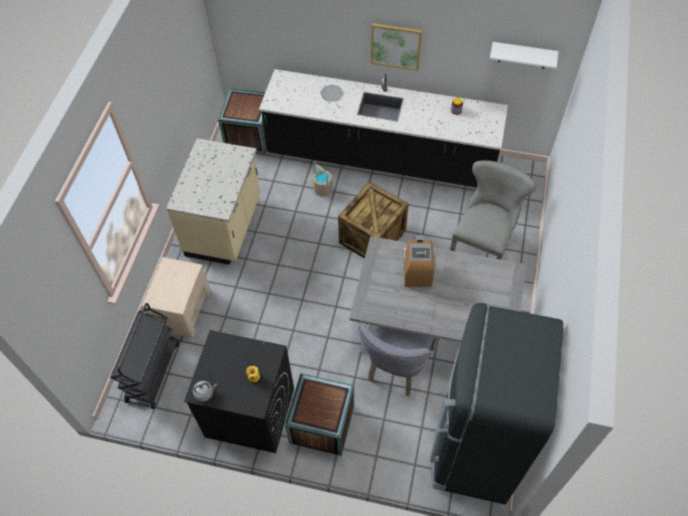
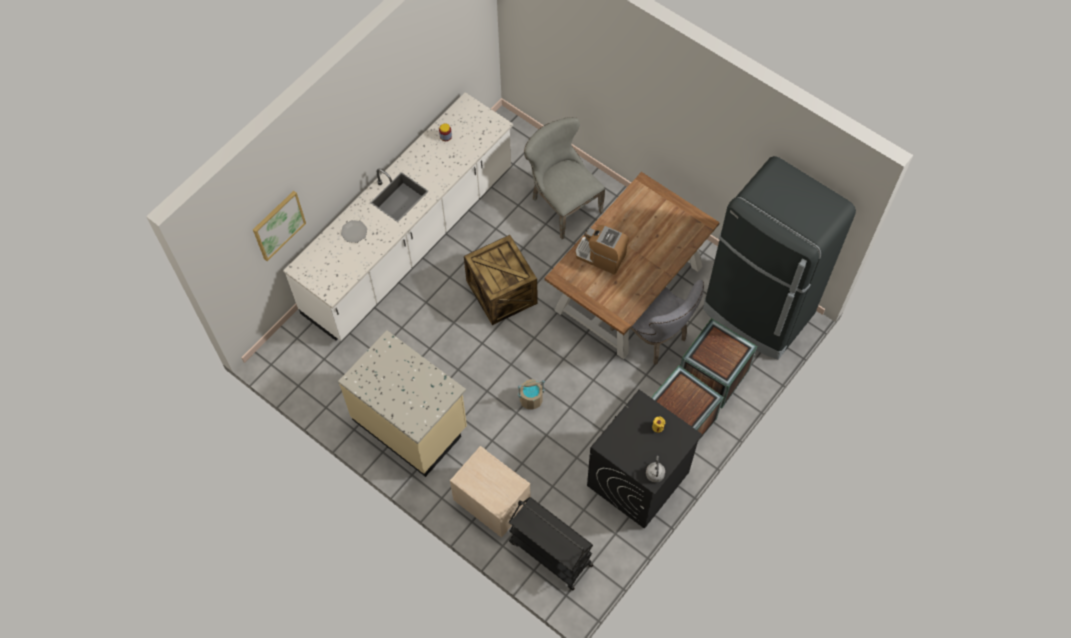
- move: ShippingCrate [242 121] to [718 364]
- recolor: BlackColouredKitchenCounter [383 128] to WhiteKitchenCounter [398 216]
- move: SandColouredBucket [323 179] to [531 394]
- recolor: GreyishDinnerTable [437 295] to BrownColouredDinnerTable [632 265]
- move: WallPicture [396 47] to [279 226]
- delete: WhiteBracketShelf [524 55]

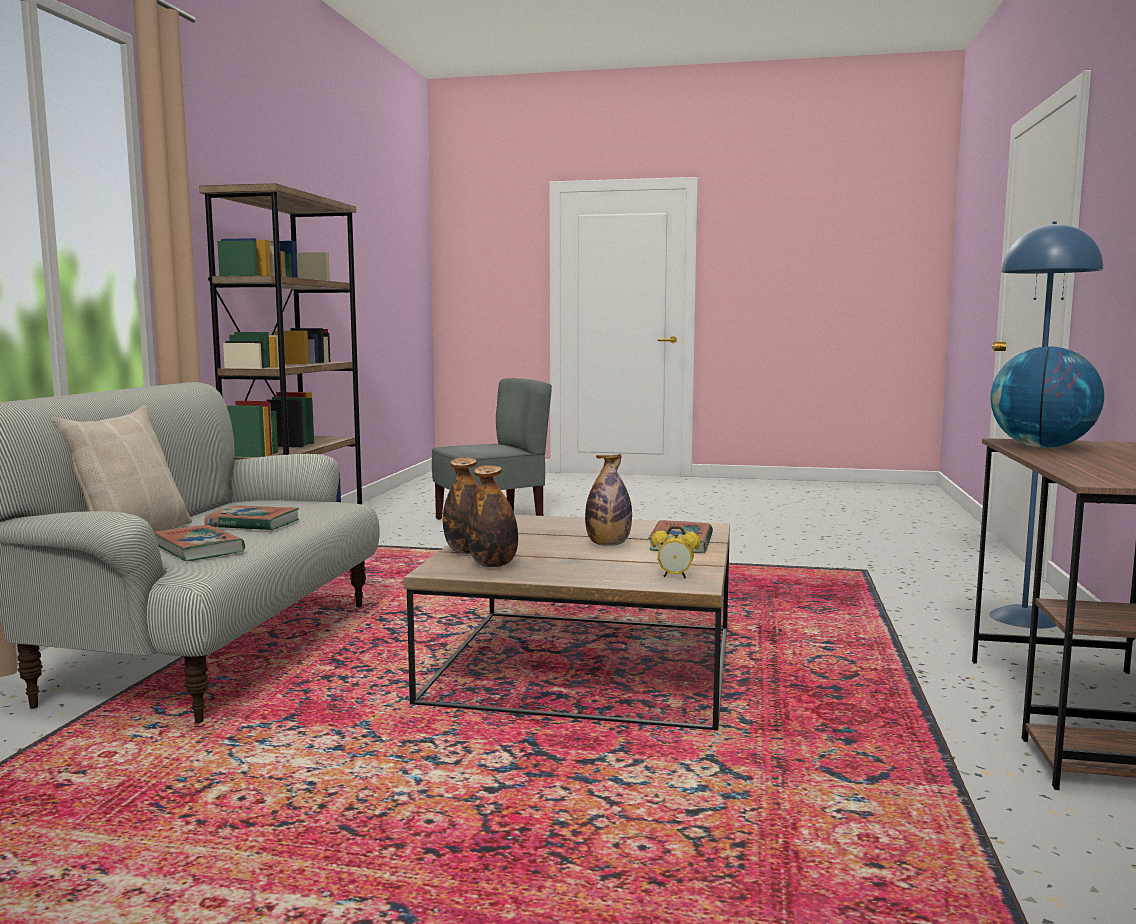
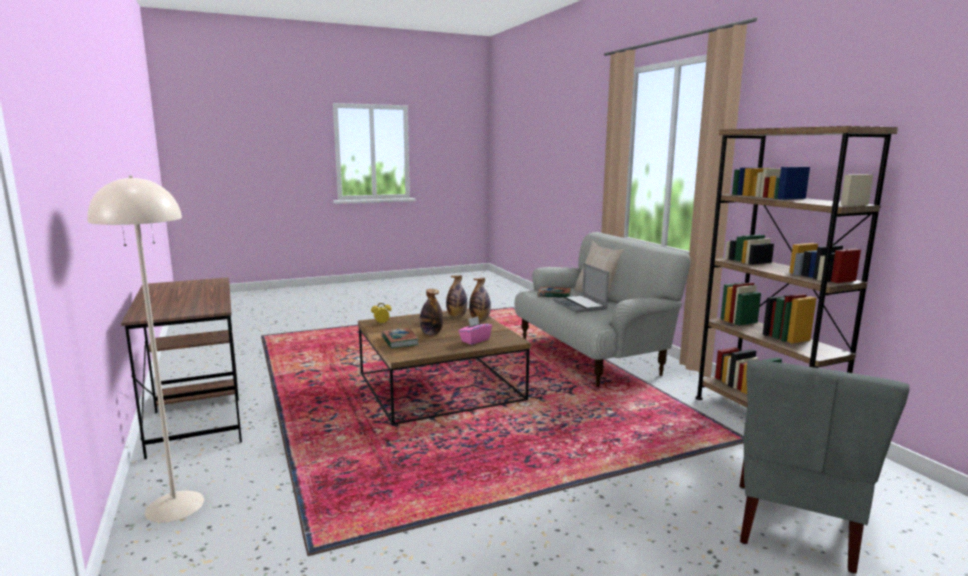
- replace: Book [252 518] to NotebookComputer [581 288]
- recolor: BlueColouredStandingLamp [1046 425] to SandColouredStandingLamp [145 349]
- delete: Globe [1047 397]
- insert: PinkColouredTissueBox [475 330]

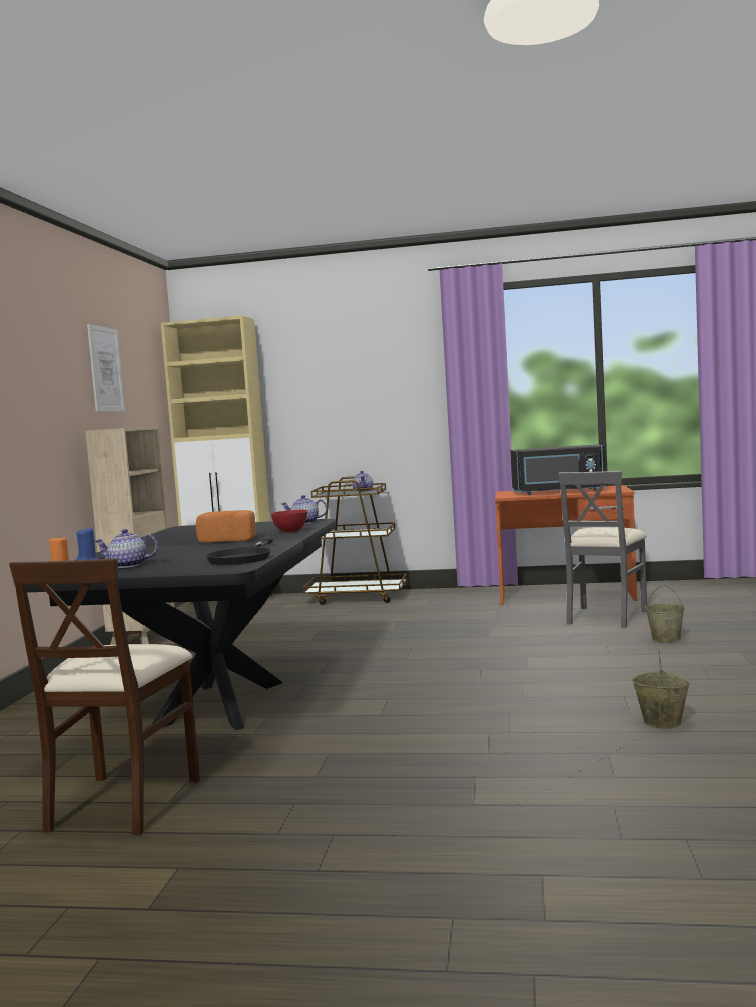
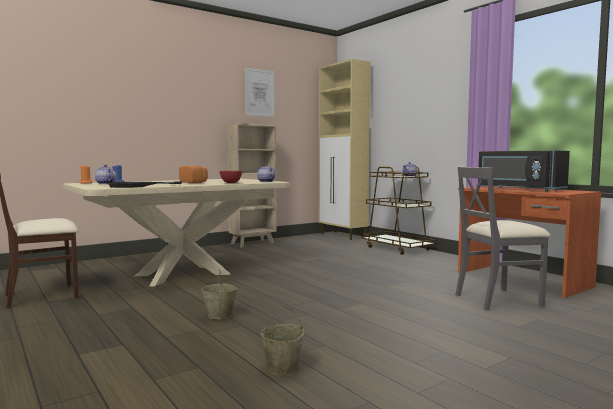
- recolor: BlackColouredDinnerTable [180 625] to SandColouredDinnerTable [176 233]
- move: SandColouredBucket [665 613] to [219 294]

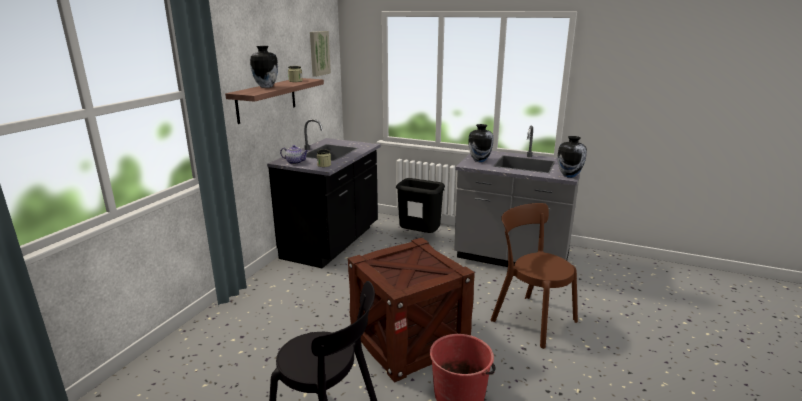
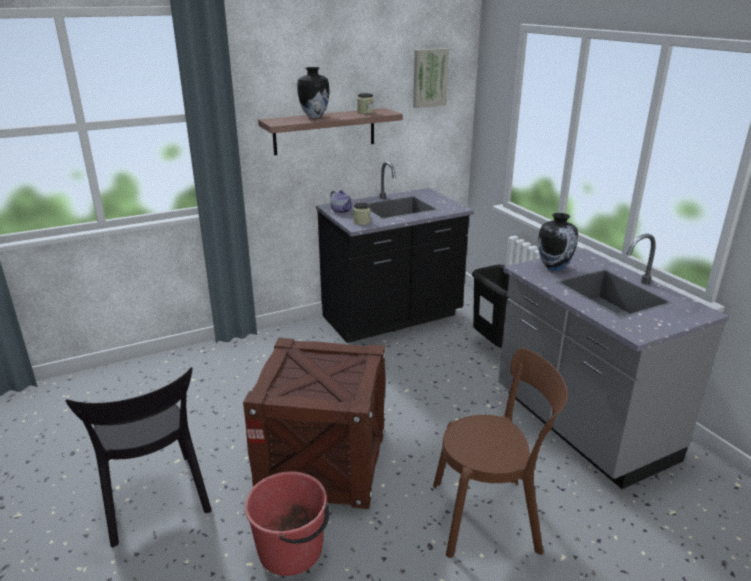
- rotate: BrownColouredPlainChair [534 276] = [500 453] 90 degrees clockwise
- delete: DecorativeVase [572 157]

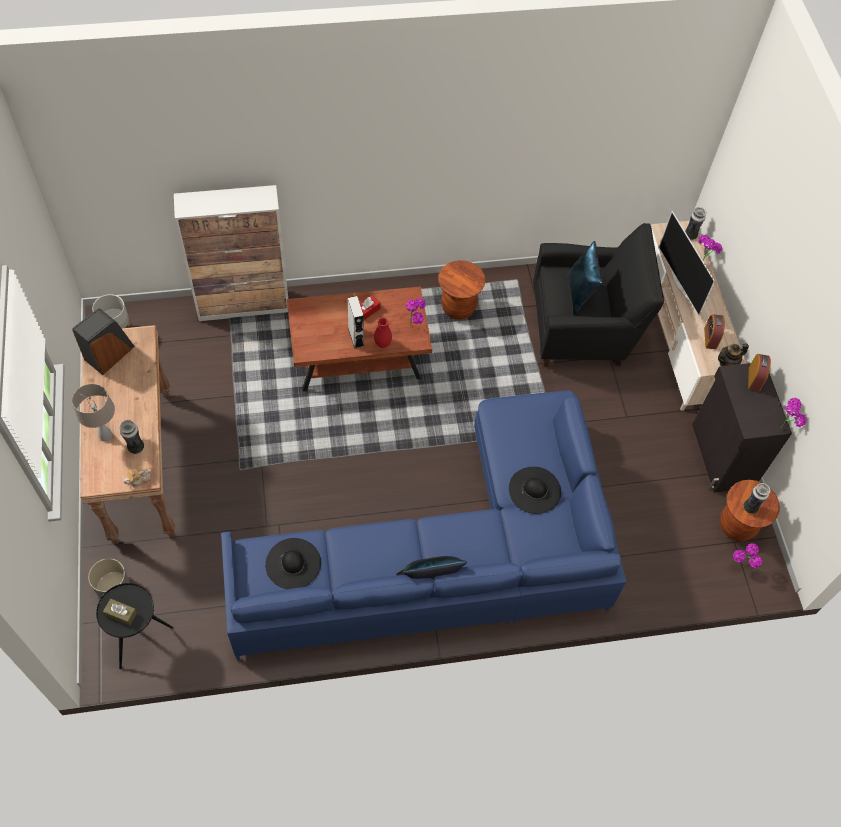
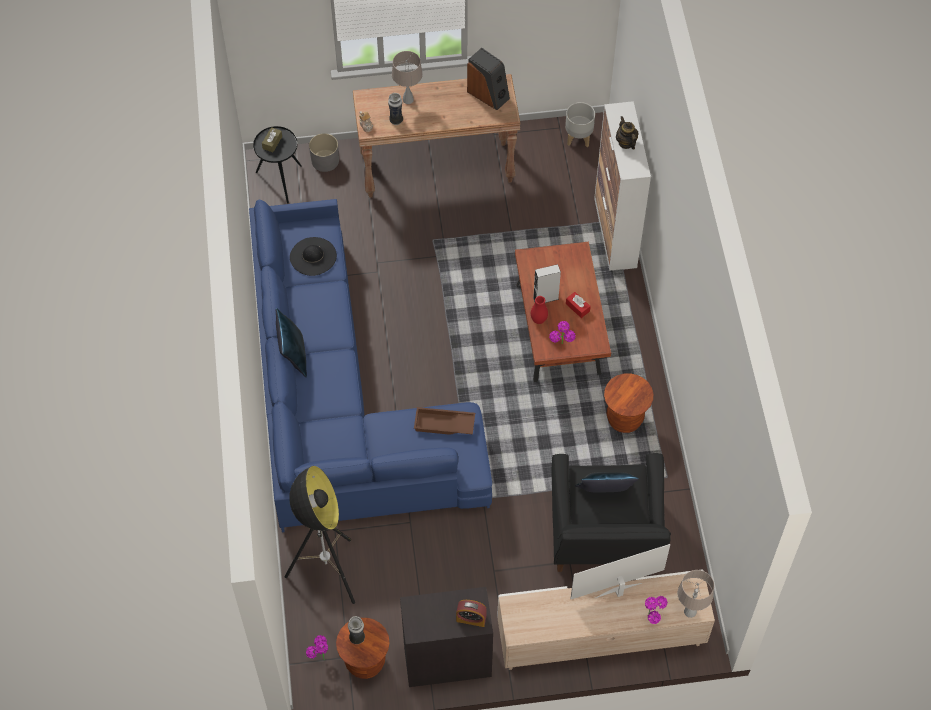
- delete: BlackColouredHat [535 490]
- replace: DecorativeVase [695 223] to SandColouredTableLamp [695 594]
- delete: TableClock [714 331]
- move: TeaPot [733 354] to [627 133]
- delete: Houseplant [793 413]
- insert: StandingLamp [319 535]
- insert: BrownColouredTray [444 421]

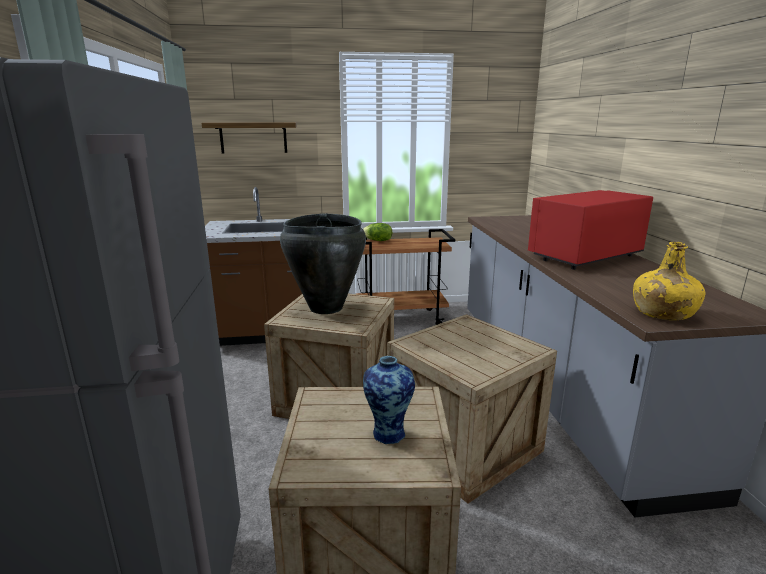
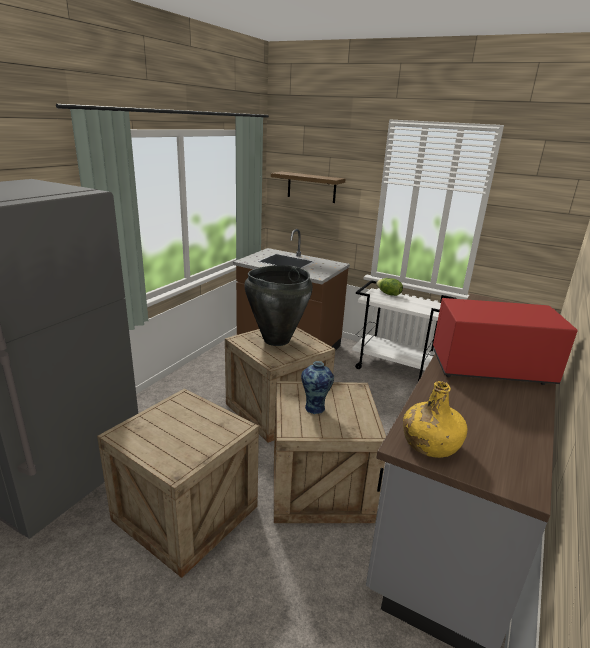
- recolor: BrownColouredTrolley [405 277] to WhiteTrolley [404 330]
- move: DecorativeVase [389 400] to [317 387]

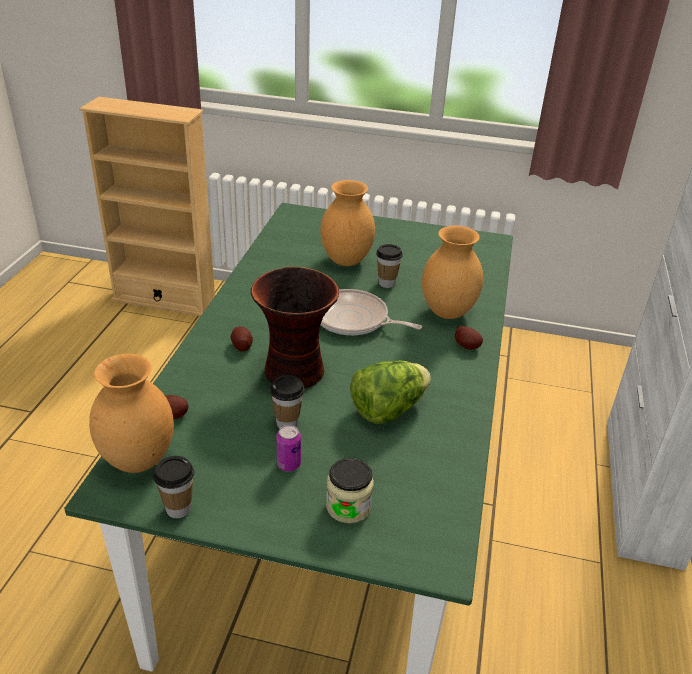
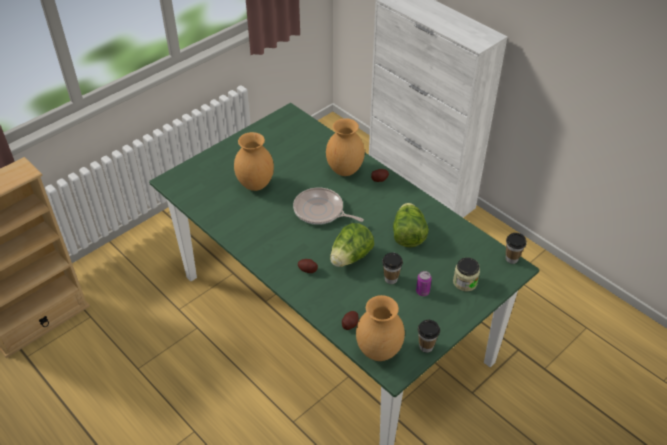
- replace: DecorativeVase [295 327] to HeadOfLettuce [352 245]
- rotate: Pan [371 312] = [328 206] 60 degrees clockwise
- move: Cup [389 266] to [516 248]

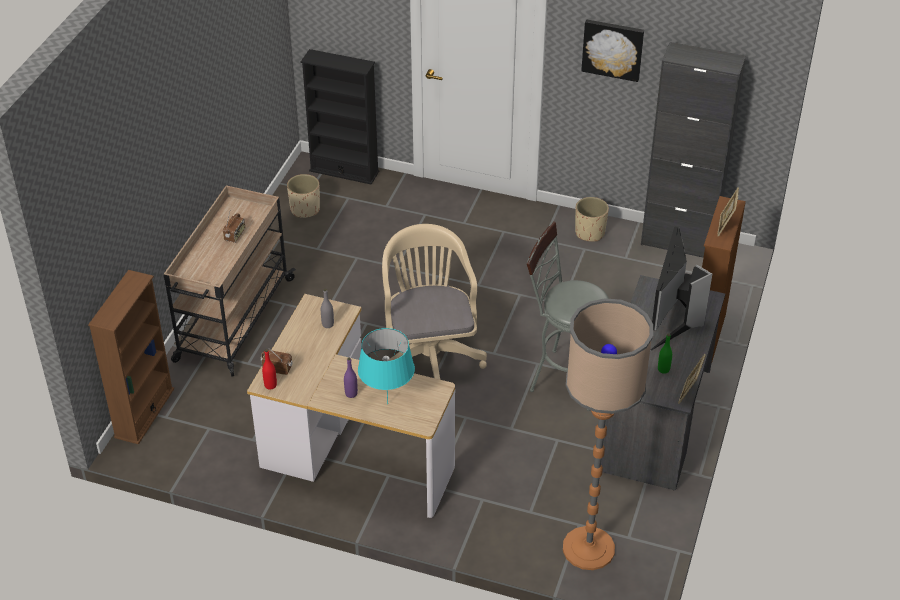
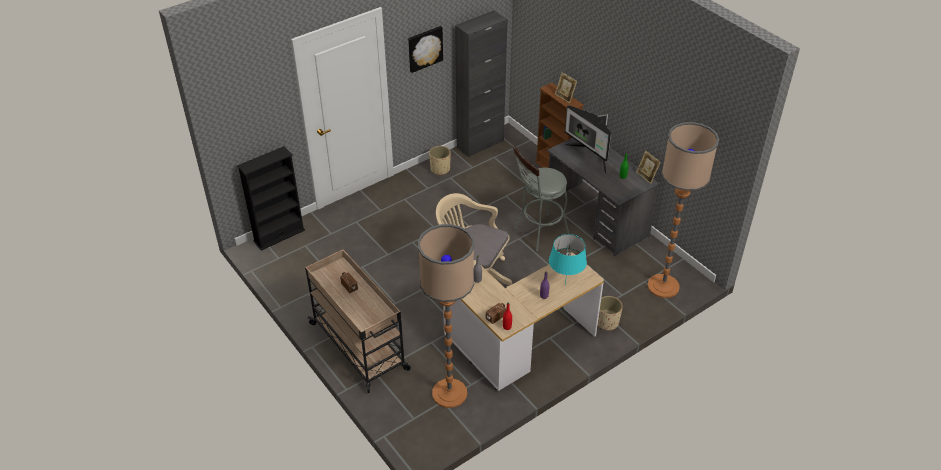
- delete: BrownColouredBookcase [131 357]
- move: SandColouredPlantPot [303 196] to [610 313]
- insert: StandingLamp [446 316]

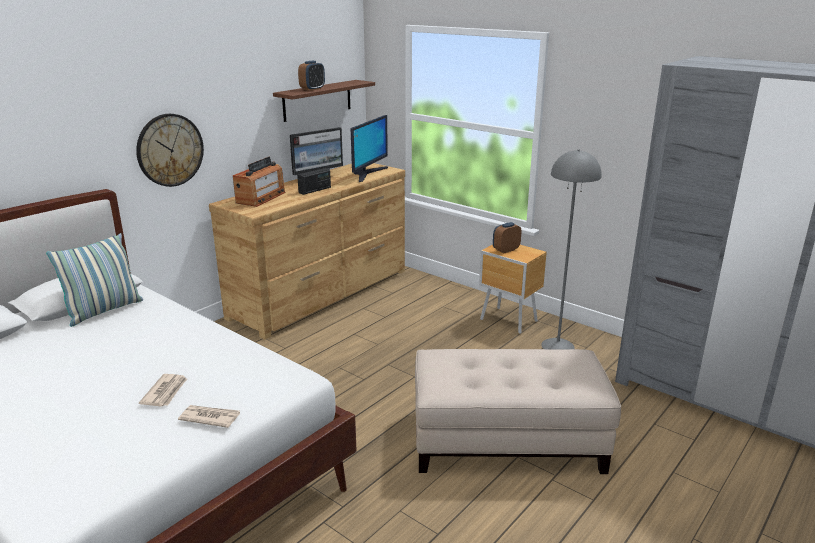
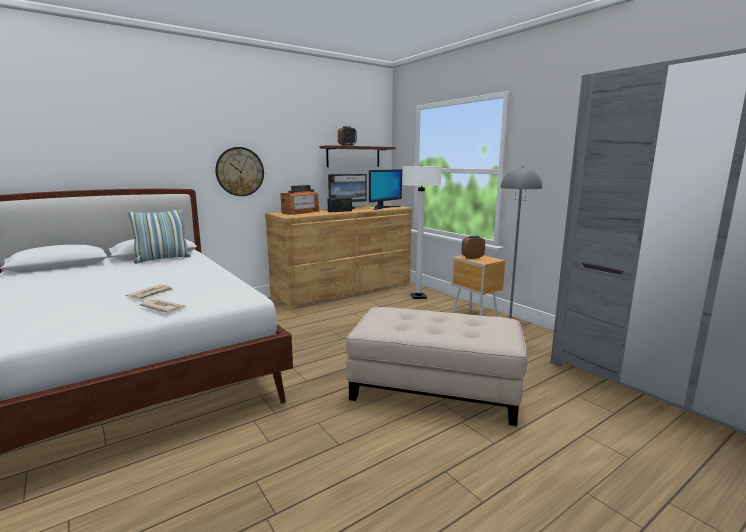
- insert: WhiteStandingLamp [422 232]

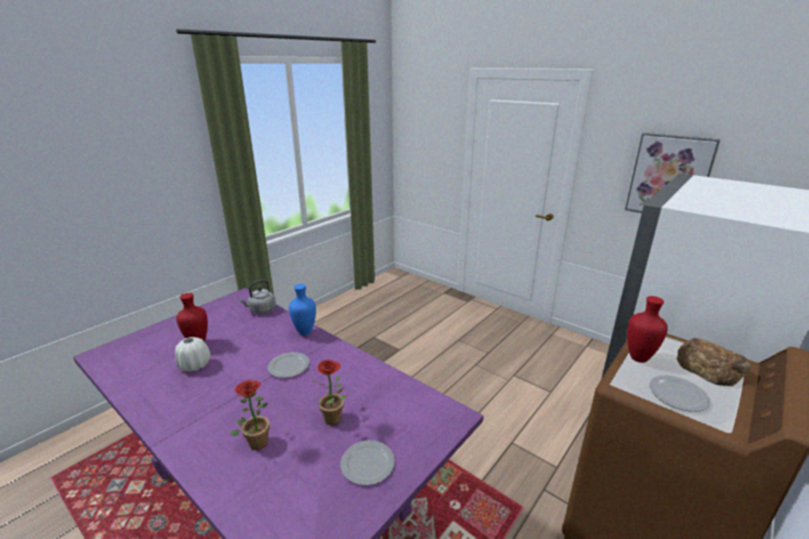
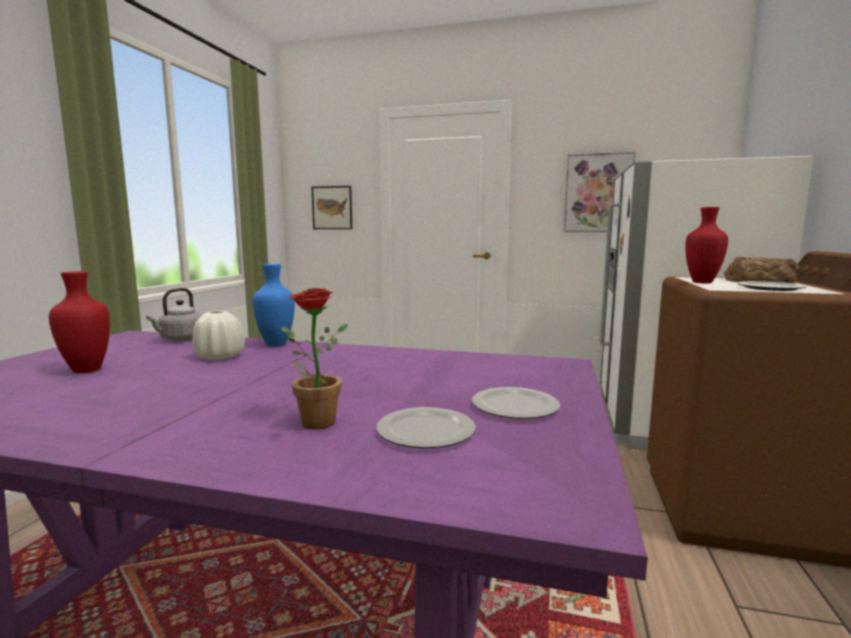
- move: WhiteDecorativeVase [193 354] to [218 335]
- move: DinnerPlate [288 365] to [426 427]
- delete: Houseplant [329 392]
- insert: WallPicture [331 207]

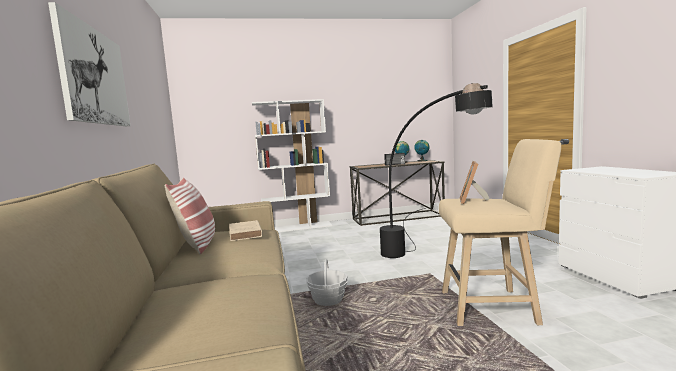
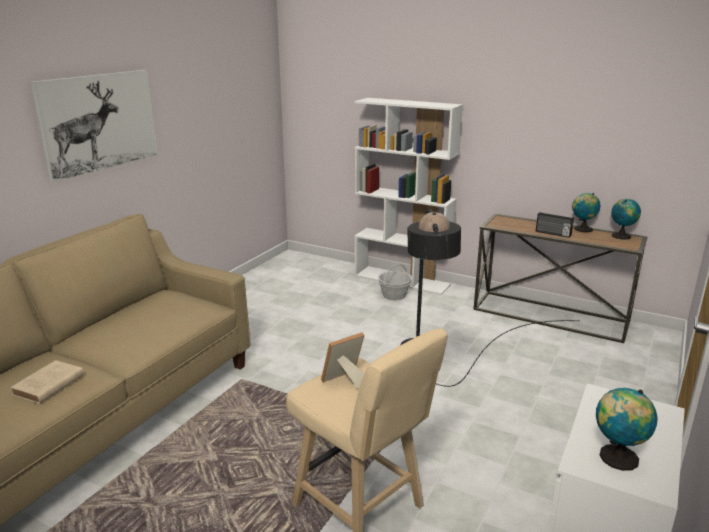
- delete: ThrowPillow [190 216]
- move: SandColouredBook [246 230] to [47 382]
- move: HouseholdBasket [327 282] to [395 282]
- insert: Globe [627 429]

